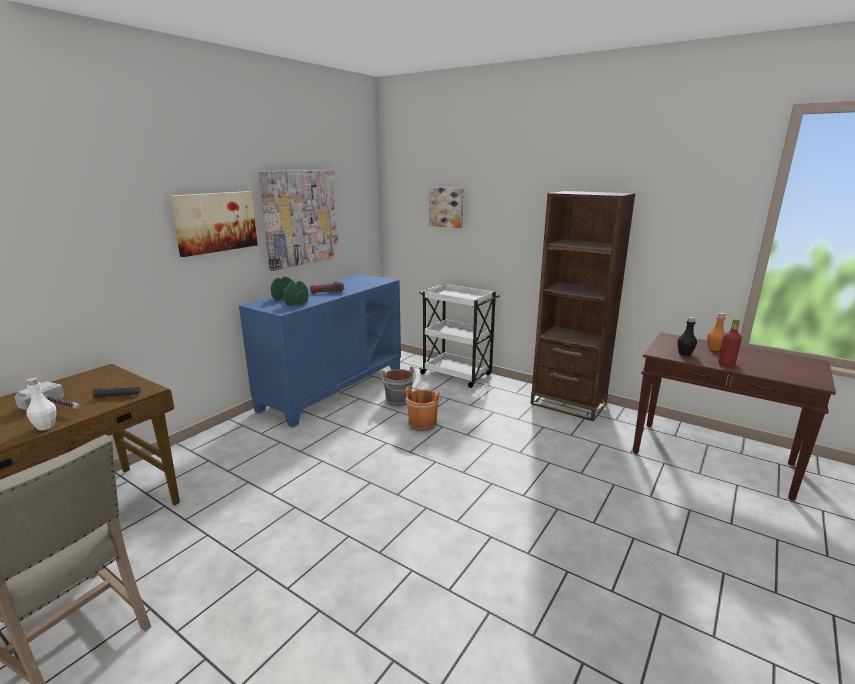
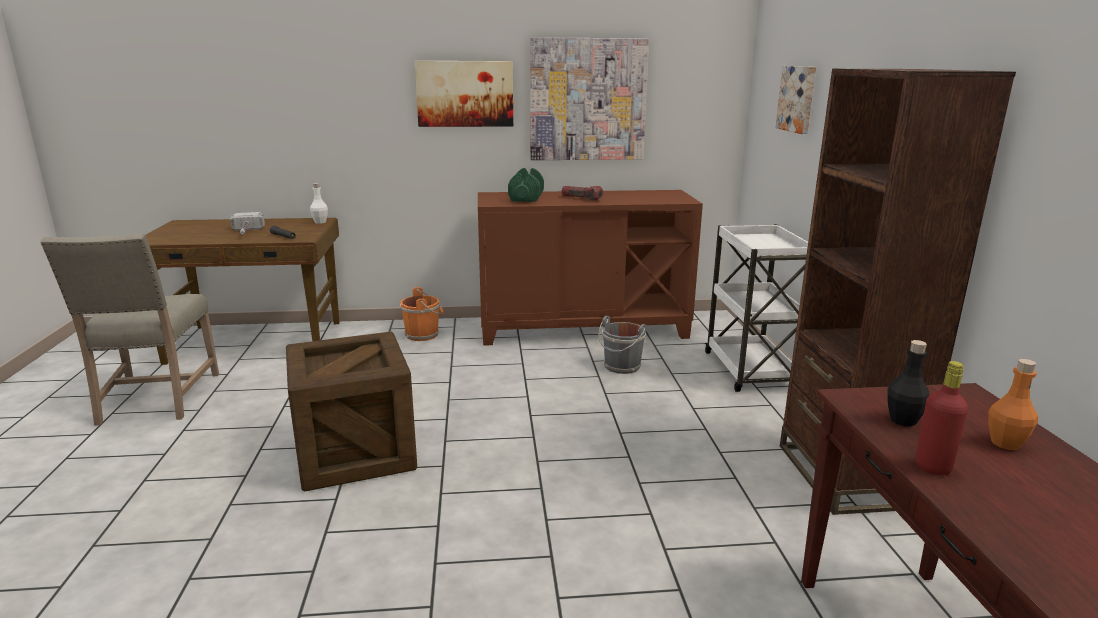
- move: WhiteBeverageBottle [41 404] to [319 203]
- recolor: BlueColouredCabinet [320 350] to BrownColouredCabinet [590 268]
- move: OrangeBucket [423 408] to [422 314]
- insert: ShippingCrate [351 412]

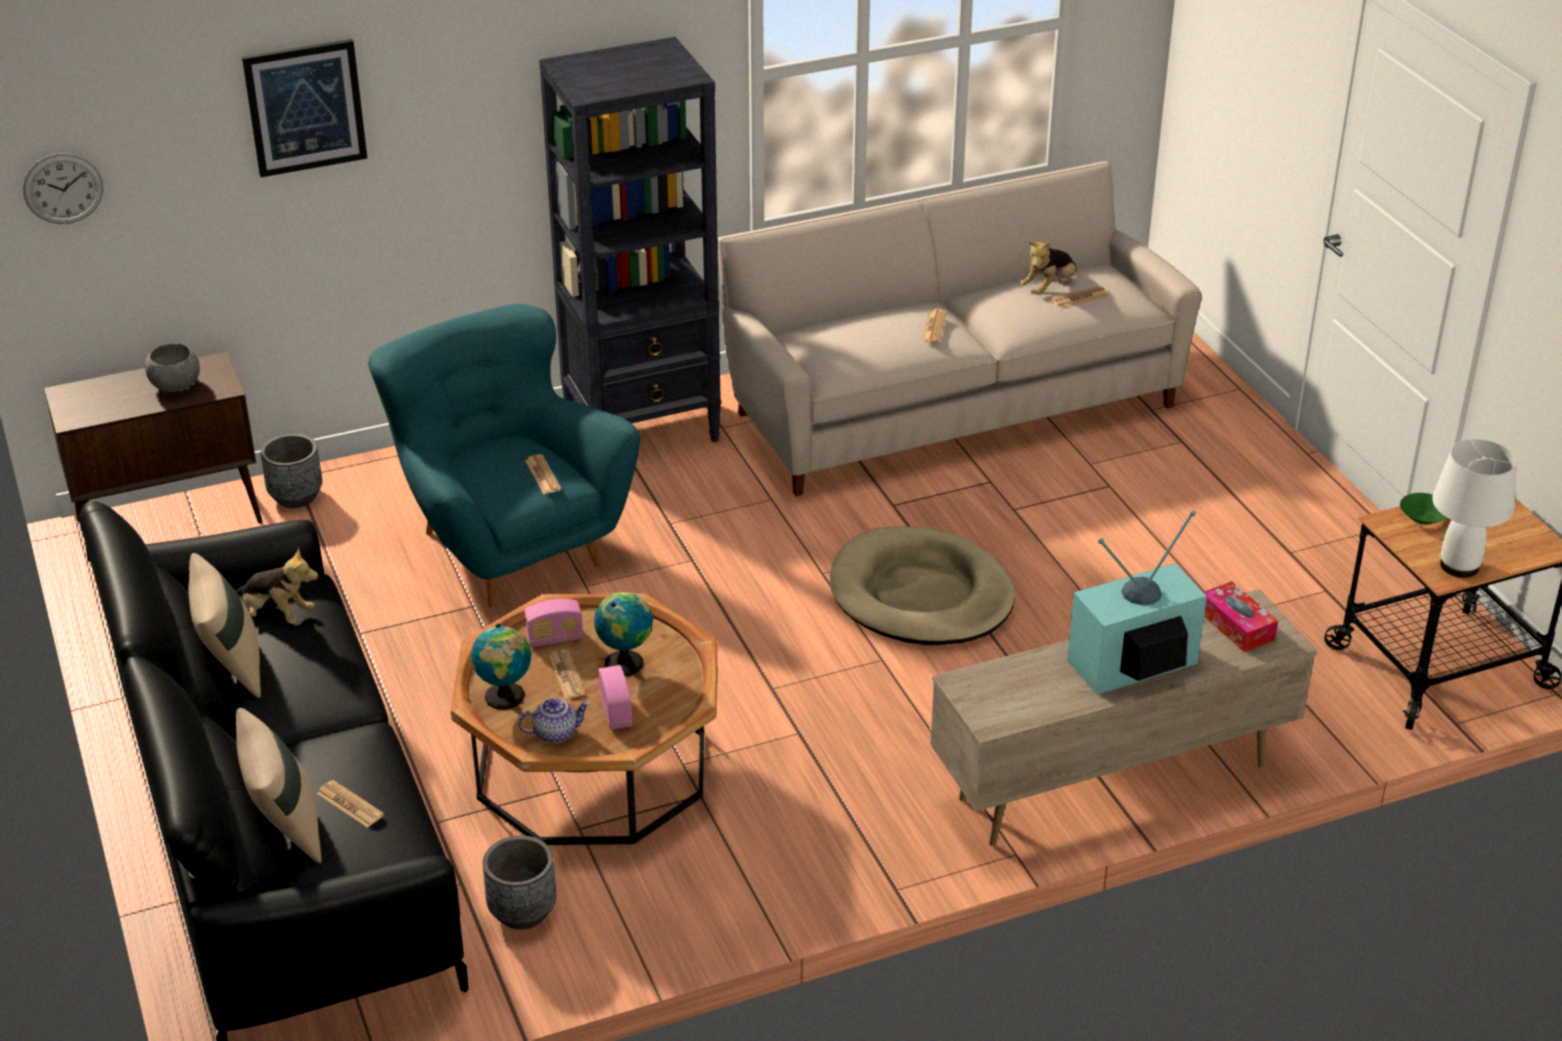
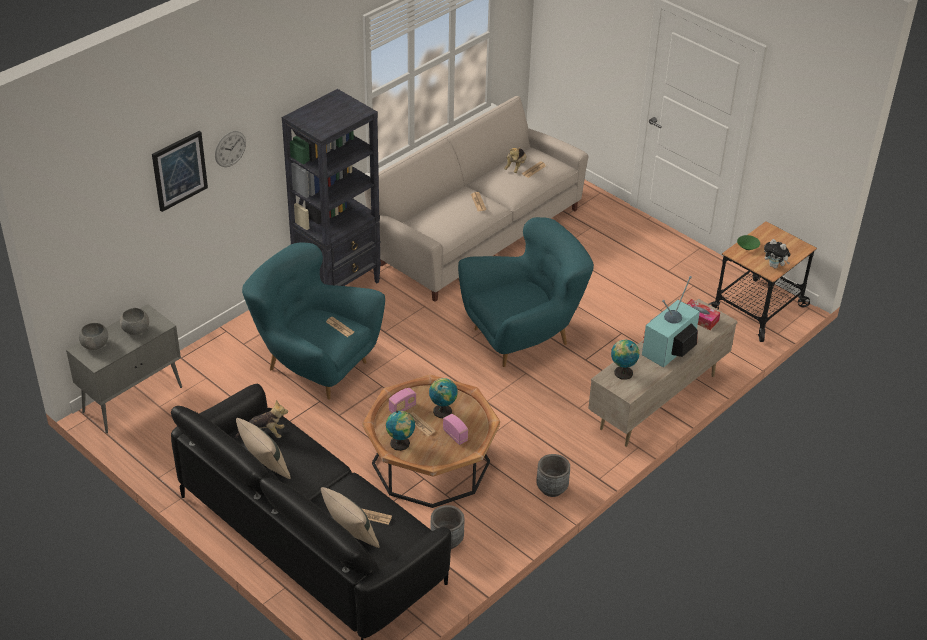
- move: WallClock [63 188] to [230 149]
- recolor: BrownColouredCabinet [153 456] to GreyishCabinet [124 368]
- move: GreyishPlantPot [291 471] to [553 475]
- delete: TeaPot [554 720]
- replace: SandColouredDogBed [922 586] to TurquoiseColouredEasyChair [526 292]
- replace: WhiteTableLamp [1474 508] to PlushToy [777 253]
- insert: GreyishDeepDish [93 336]
- insert: Globe [625 359]

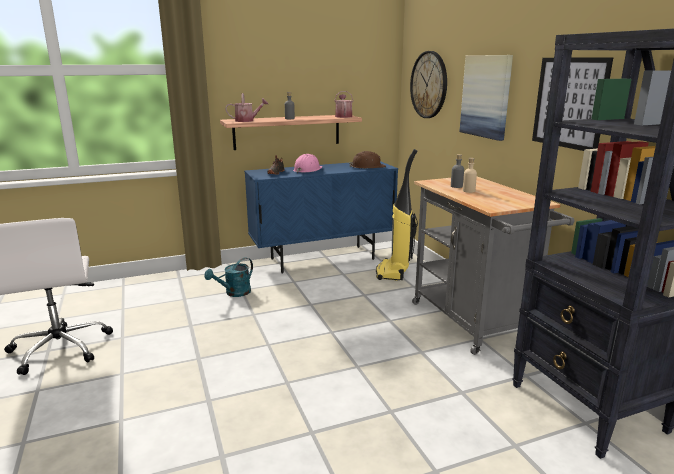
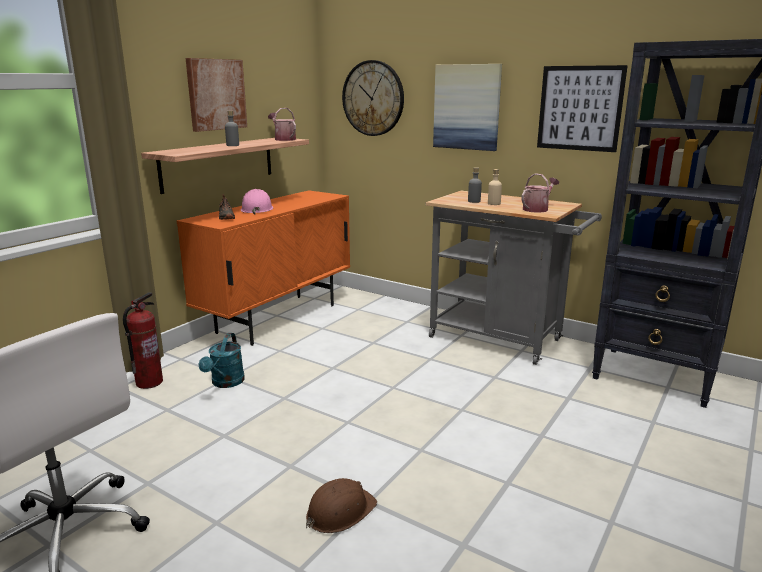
- move: SprinklingCan [246 107] to [540 193]
- recolor: BlueColouredCabinet [321 217] to OrangeCabinet [263 268]
- move: BrownColouredHardHat [367 159] to [341 505]
- delete: VacuumCleaner [397 214]
- insert: Extinguisher [143 340]
- insert: WallPicture [216 95]

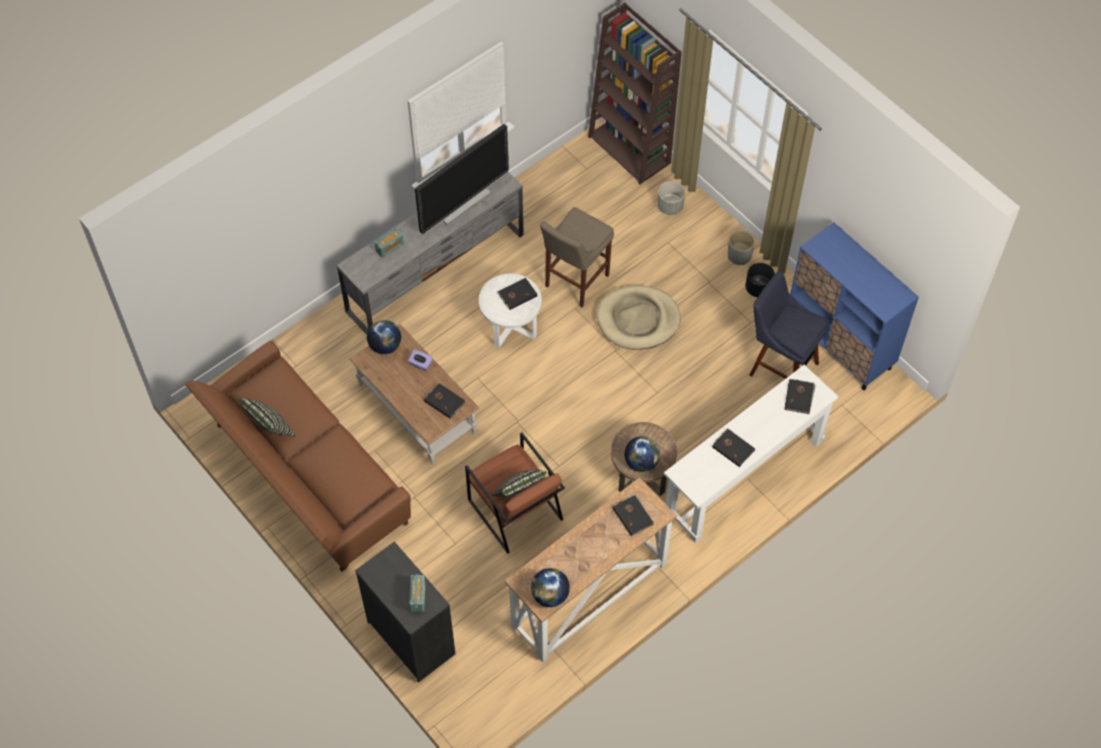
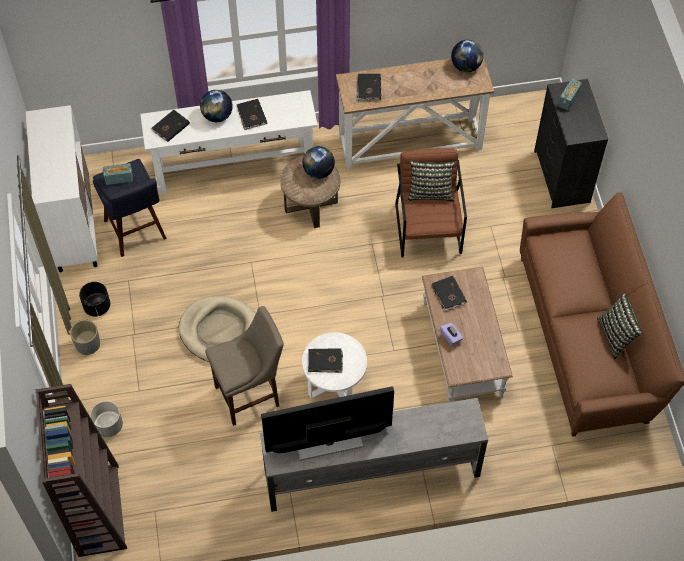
- move: Globe [384 337] to [216 106]
- move: Radio [389 242] to [118 174]
- recolor: BlueColouredCabinet [854 306] to WhiteCabinet [62 188]

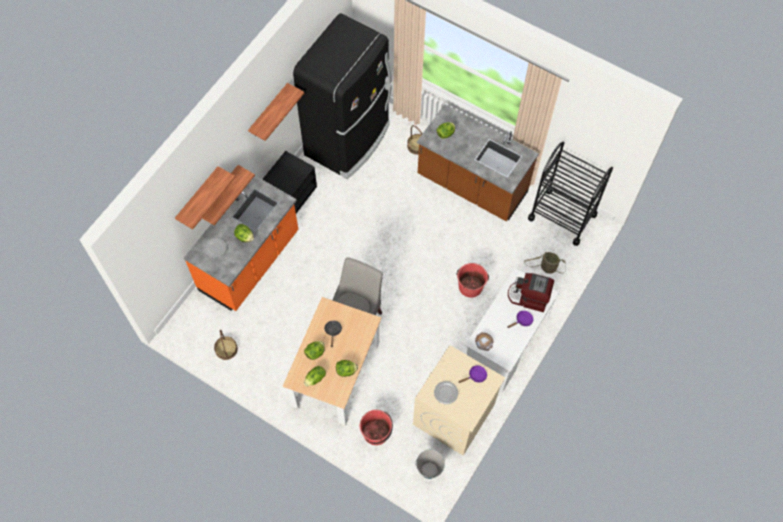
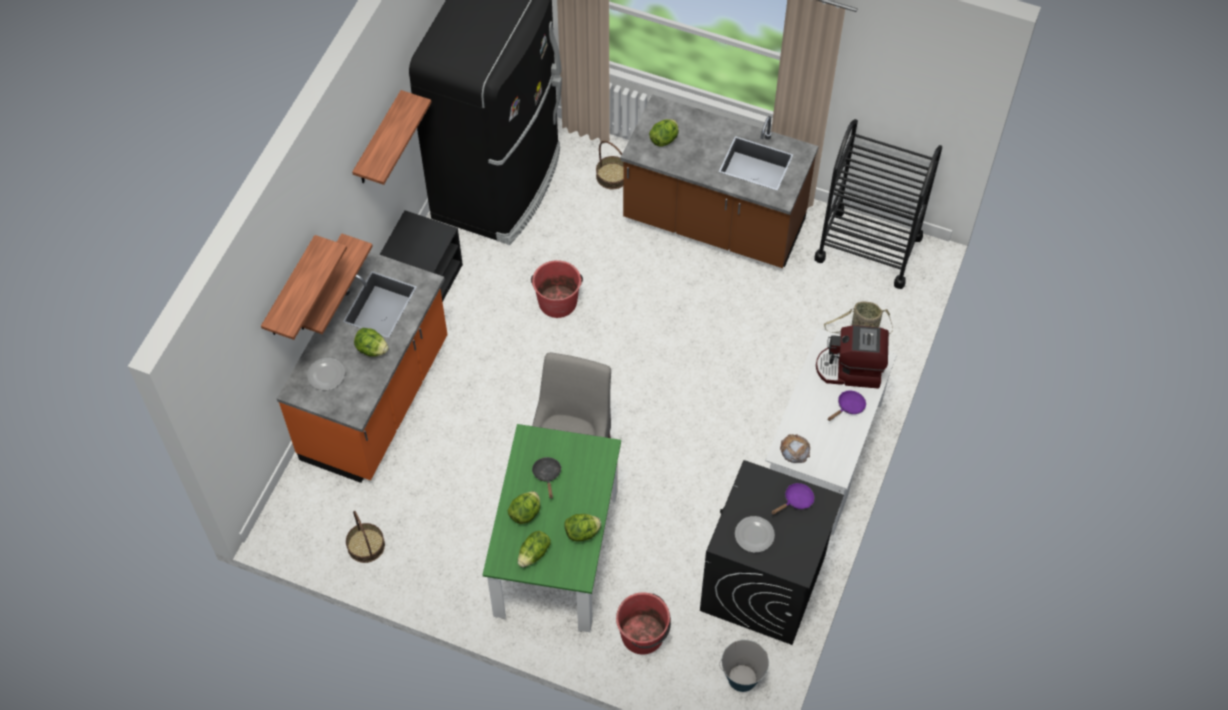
- recolor: SandColouredDinnerTable [332 361] to GreenDinnerTable [552 528]
- recolor: SandColouredLaundryMachine [459 400] to BlackColouredLaundryMachine [772 552]
- move: RedColouredBucket [473 280] to [557 289]

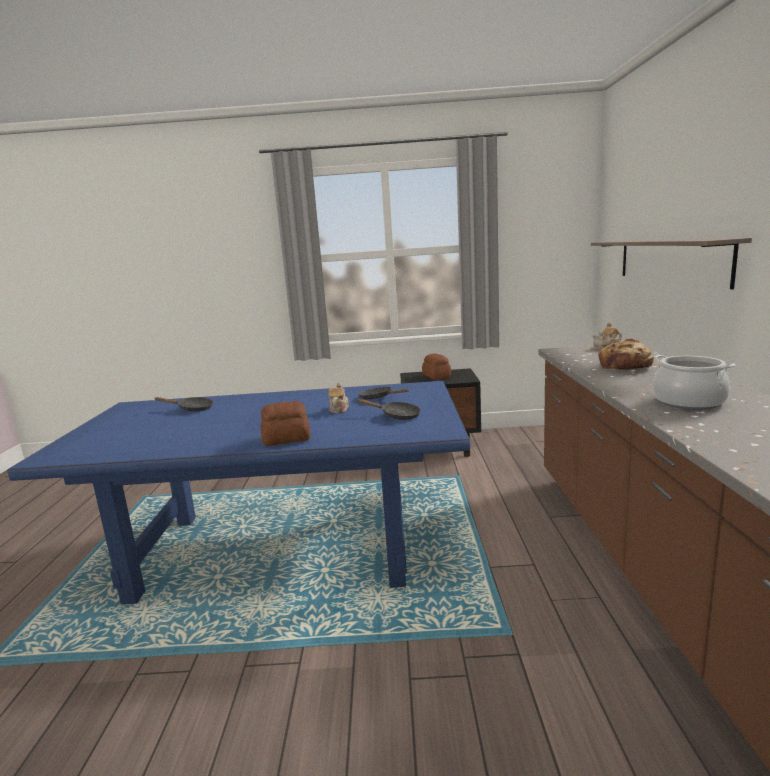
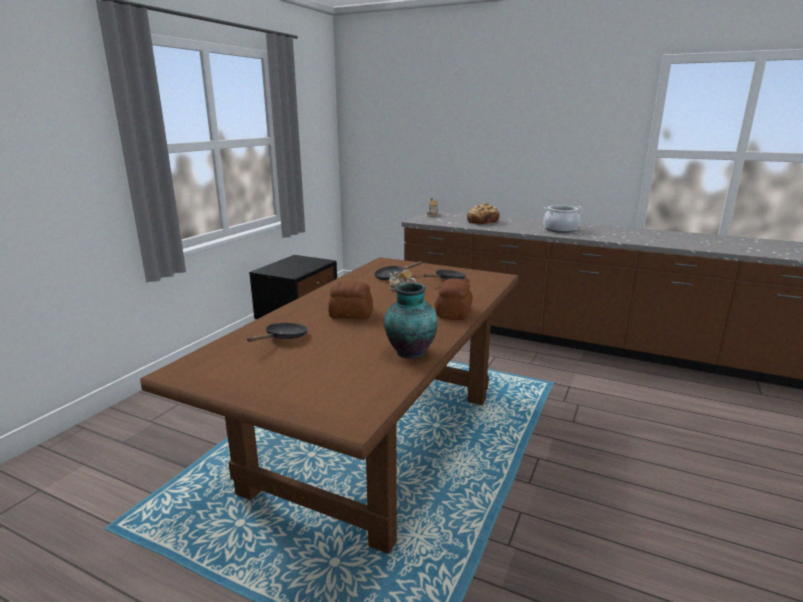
- recolor: BlueColouredDinnerTable [238 493] to BrownColouredDinnerTable [329 405]
- move: BakedBread [436 367] to [350 300]
- delete: BracketShelf [671 263]
- insert: DecorativeVase [411 320]

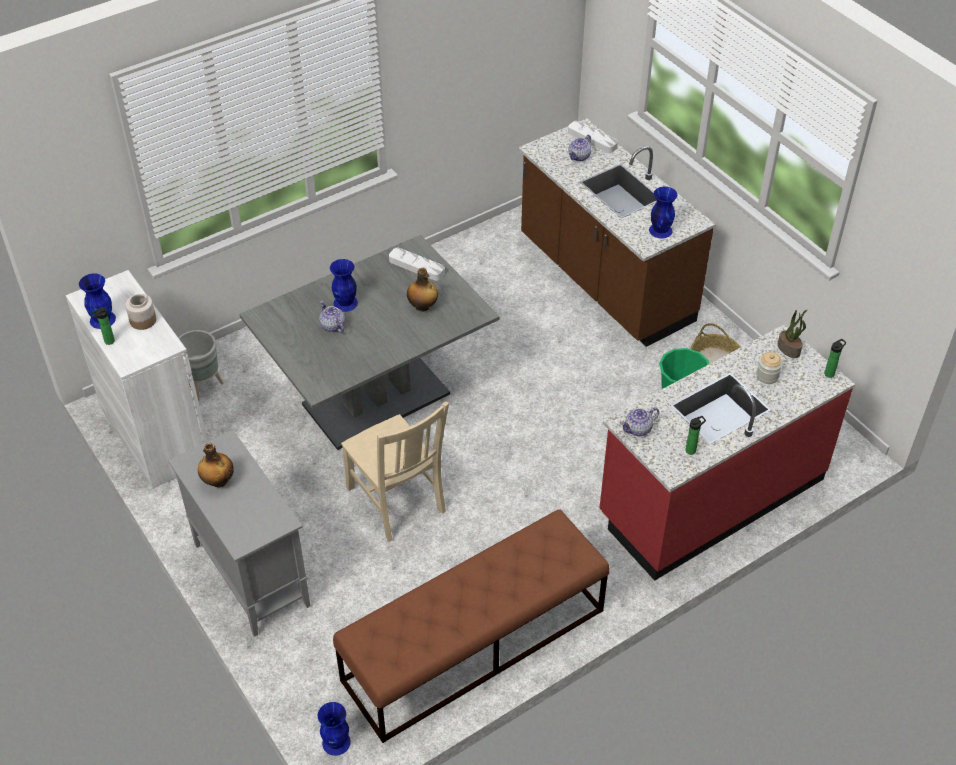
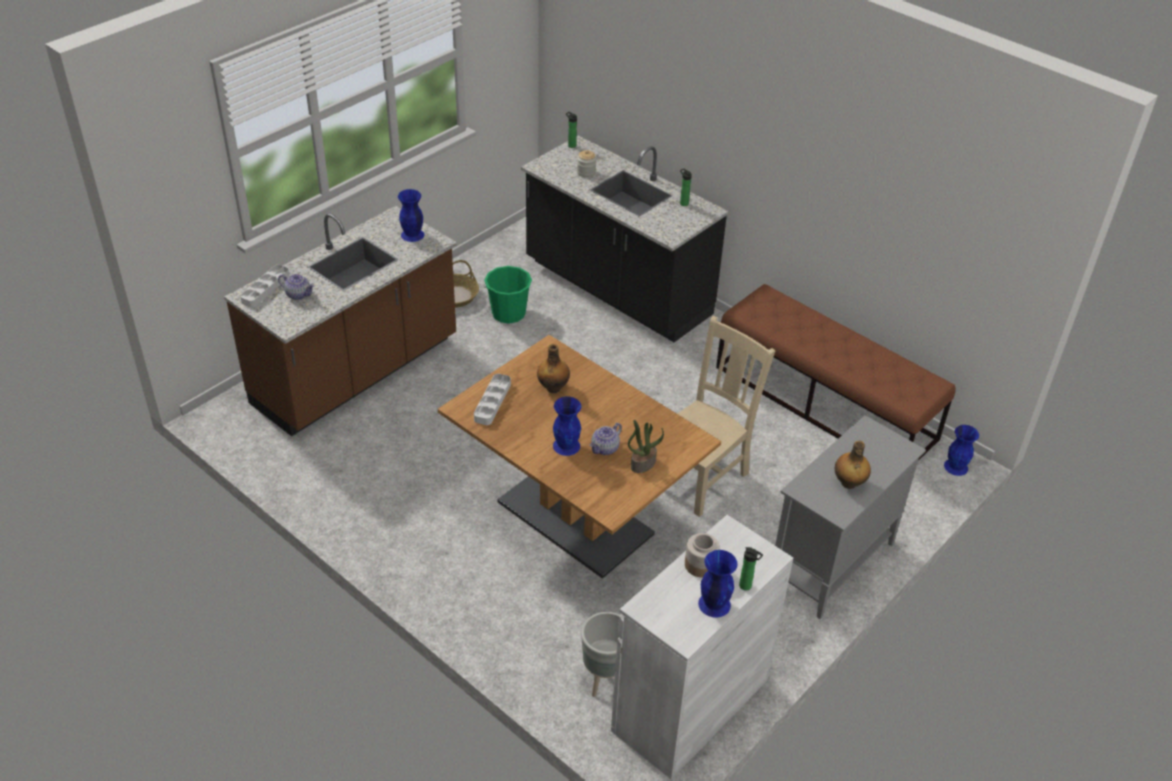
- recolor: GreyishDinnerTable [369 342] to BrownColouredDinnerTable [579 457]
- recolor: RedColouredKitchenCounter [727 452] to BlackColouredKitchenCounter [624 238]
- delete: TeaPot [639 421]
- move: Houseplant [793 333] to [646 446]

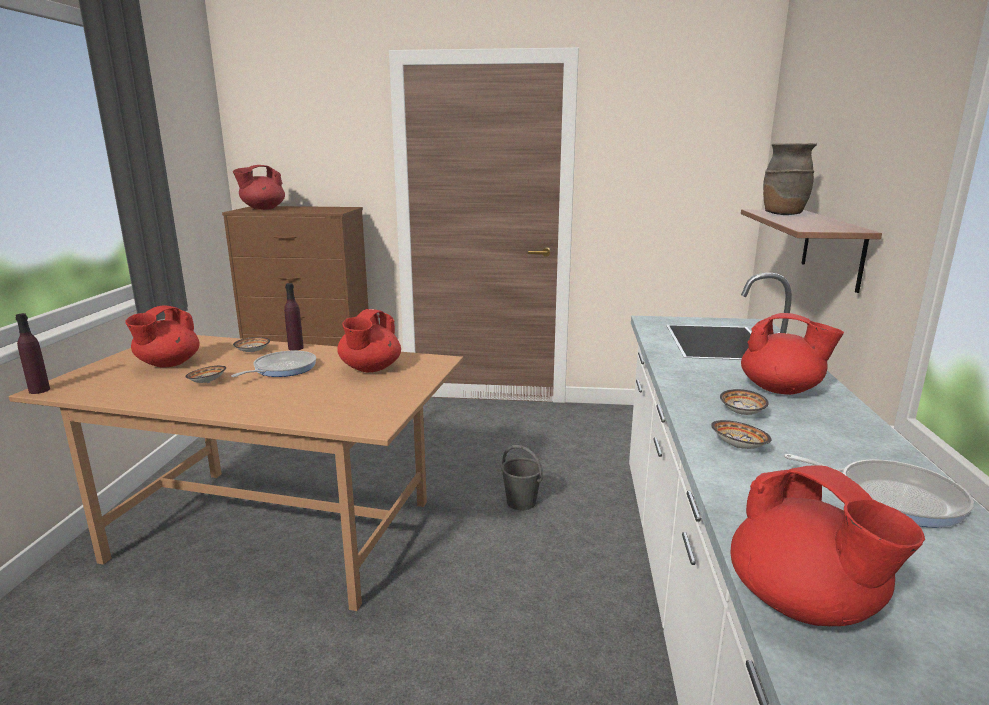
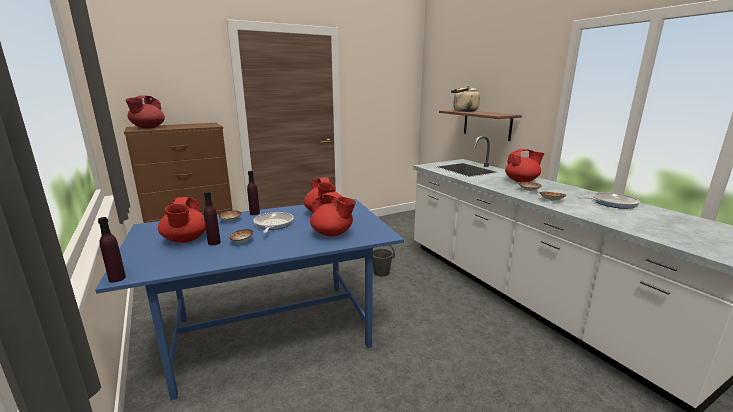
- recolor: BrownColouredDinnerTable [236 473] to BlueColouredDinnerTable [249 300]
- move: RedColouredTeaPot [828 545] to [333 214]
- replace: BrownColouredDecorativeVase [790 179] to SandColouredWaterKettle [465 99]
- insert: PurpleBeverageBottle [212 218]

